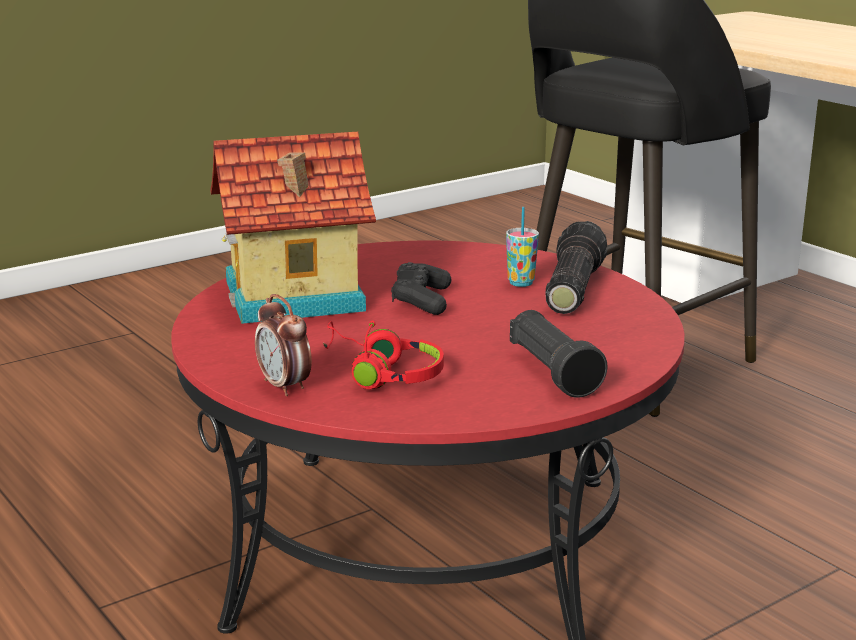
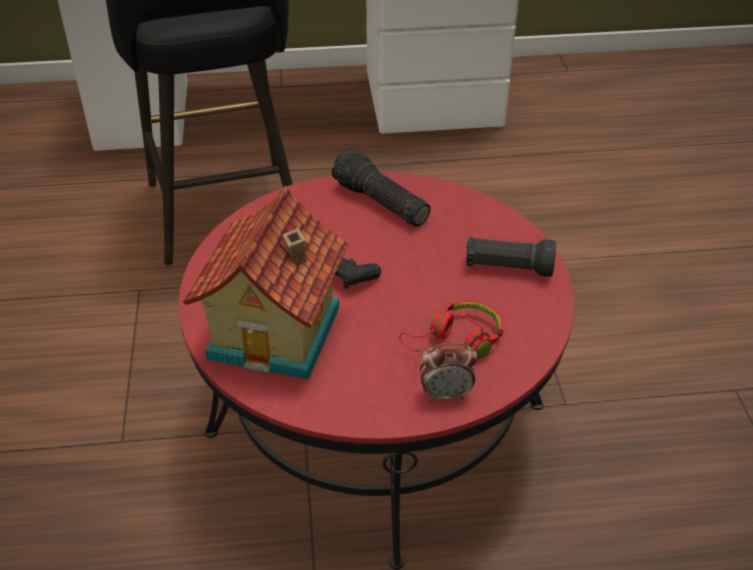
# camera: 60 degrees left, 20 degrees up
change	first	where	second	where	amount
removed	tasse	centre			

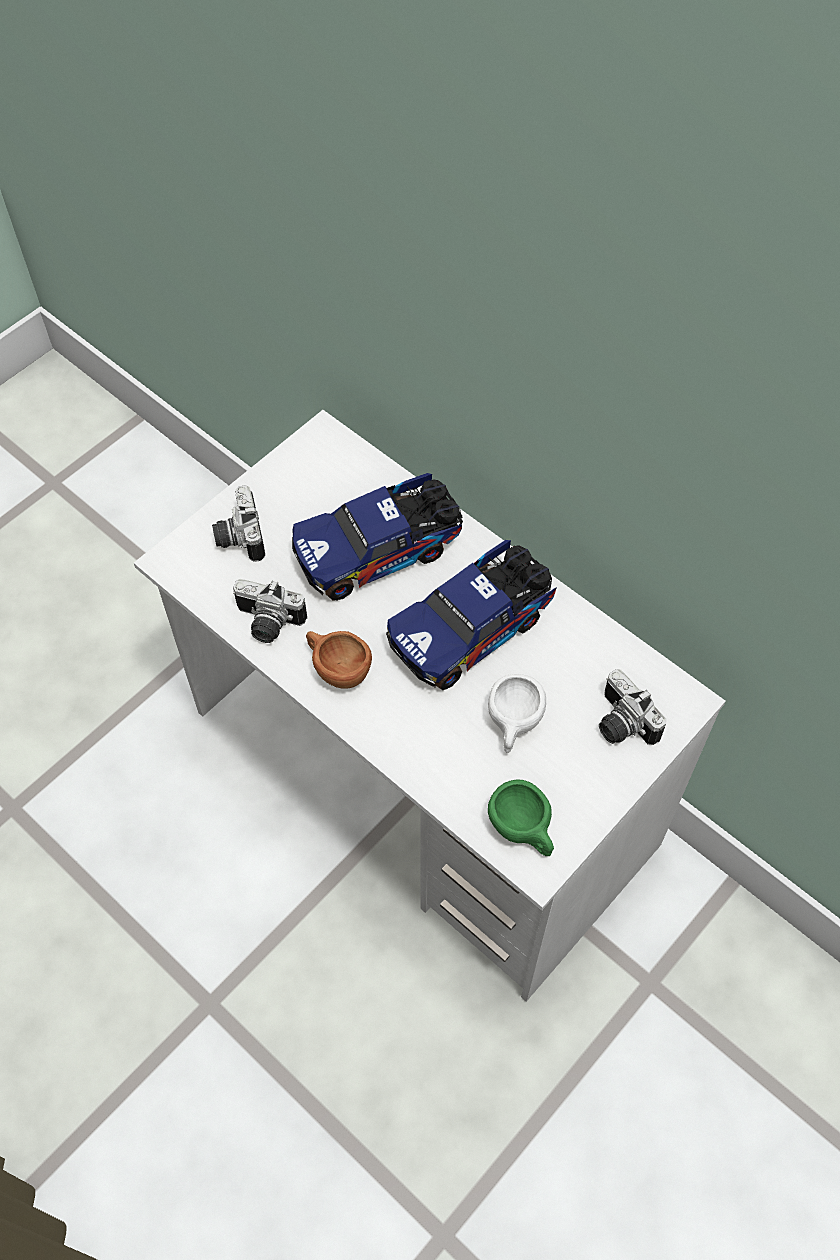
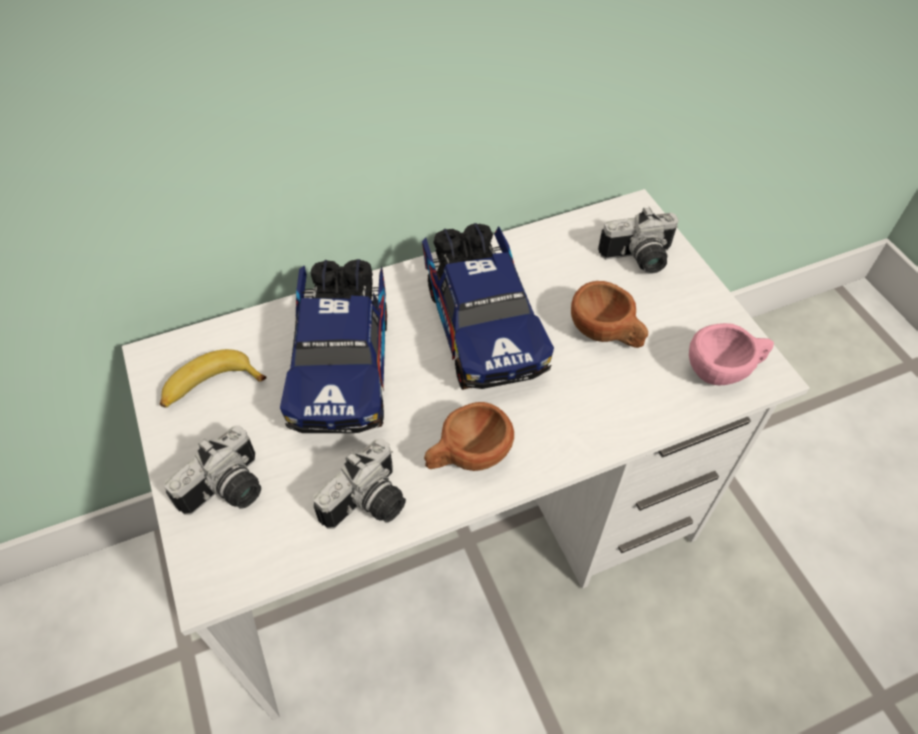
# camera: 65 degrees left, 5 degrees down
change	first	where	second	where	amount
turned	appareil photo (1st from left)	middle left		middle left	60 degrees counterclockwise
recoloured	tasse/blanc	centre	tasse/marron (2nd from left)	centre	
recoloured	tasse/vert	centre	tasse/rose	middle right	
added			banane	middle left	

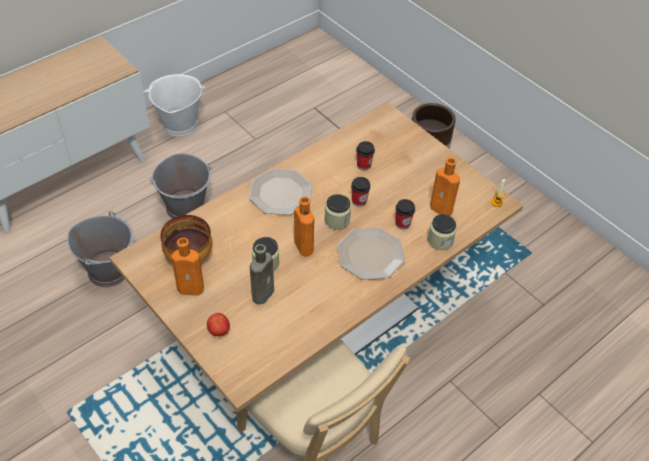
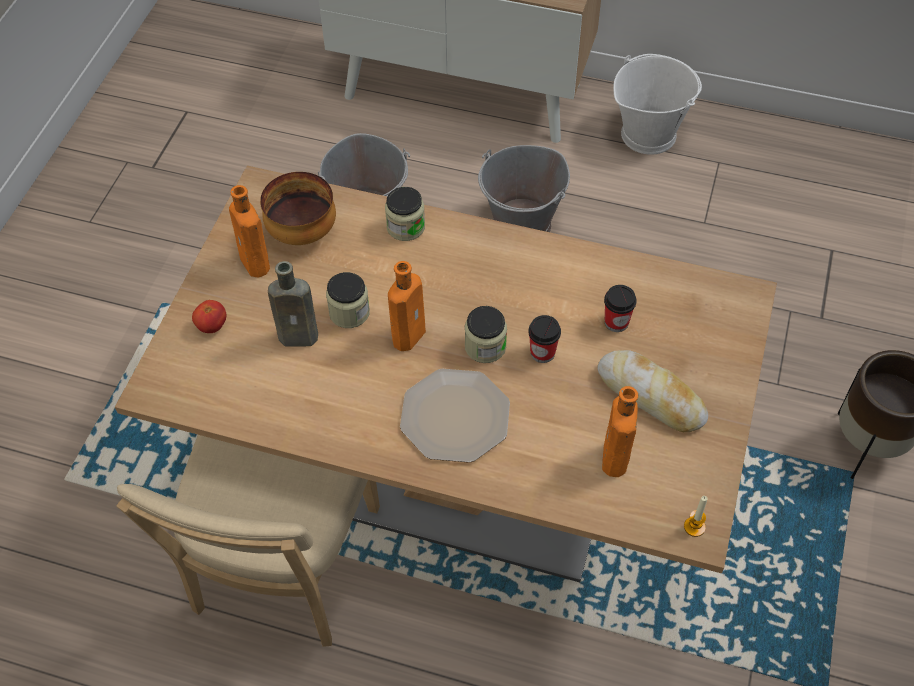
# camera: 60 degrees right, 5 degrees up
change	first	where	second	where	amount
removed	assiette (1st from left)	centre			
removed	tasse (3rd from left)	centre			
moved	bocal (3rd from left in the first image)	middle right	bocal (2nd from left)	top centre	
added			pain	middle right	

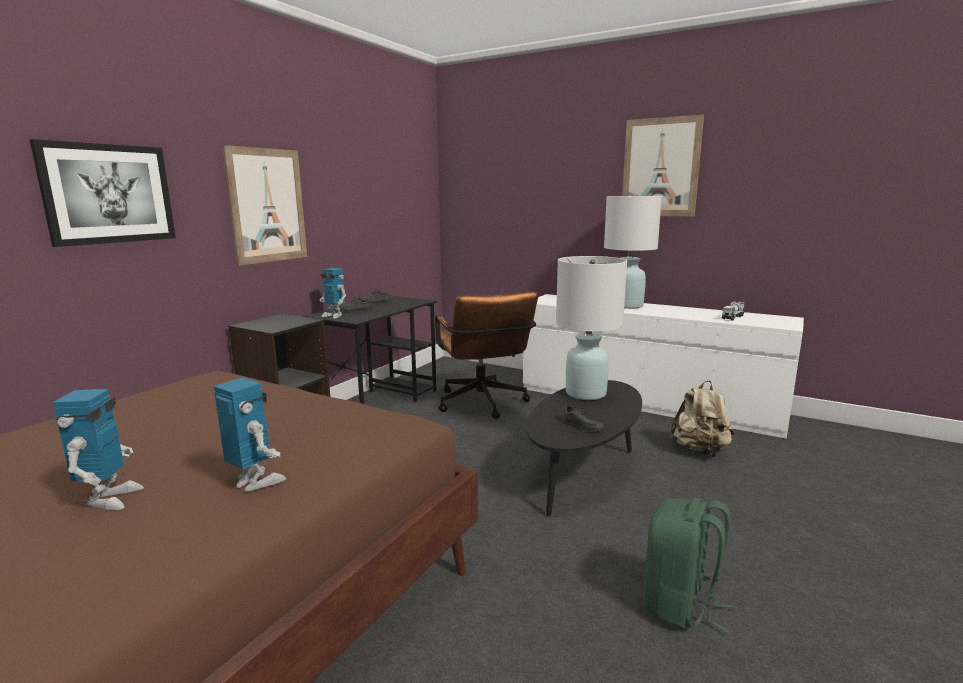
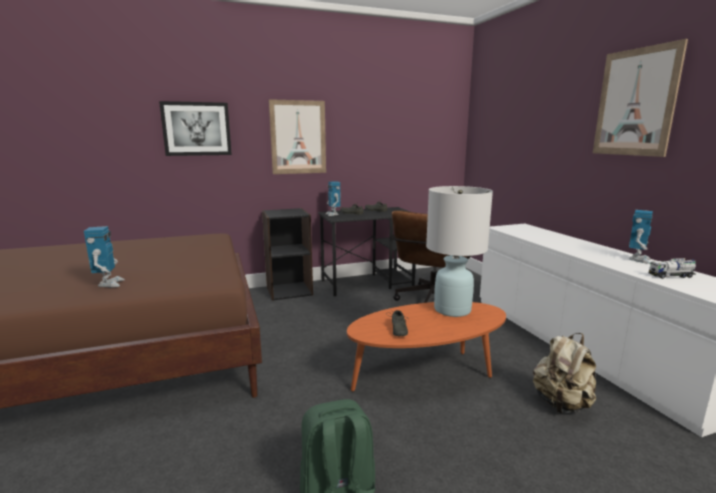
# camera: 40 degrees right, 0 degrees up
change	first	where	second	where	amount
moved	robot jouet (1st from left in the first image)	middle left	robot jouet (3rd from left)	middle right	
recoloured	table basse/noir	centre	table basse/orange	bottom centre	
removed	lampe de table/blanc (2nd from left)	centre			

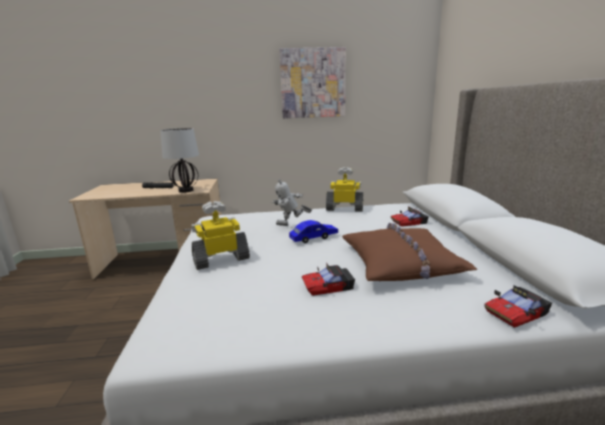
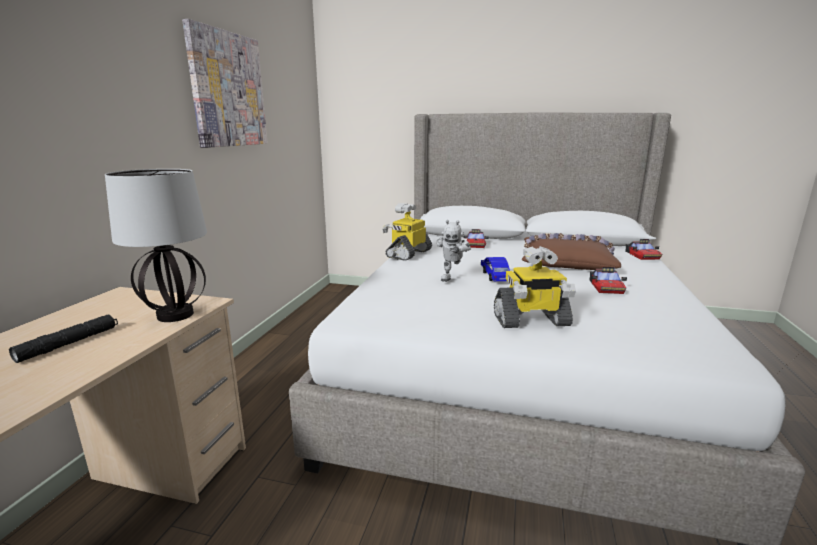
# camera: 70 degrees left, 0 degrees up
change	first	where	second	where	amount
turned	robot jouet (1st from left in the first image)	centre	robot jouet (3rd from left)	centre	90 degrees counterclockwise

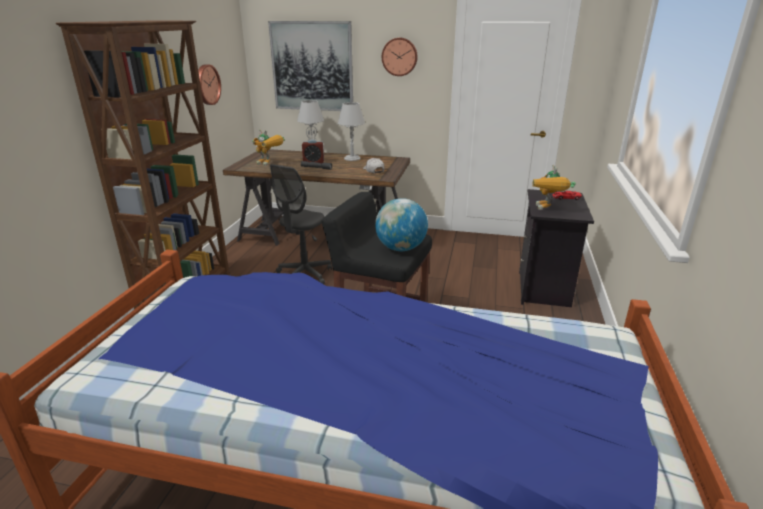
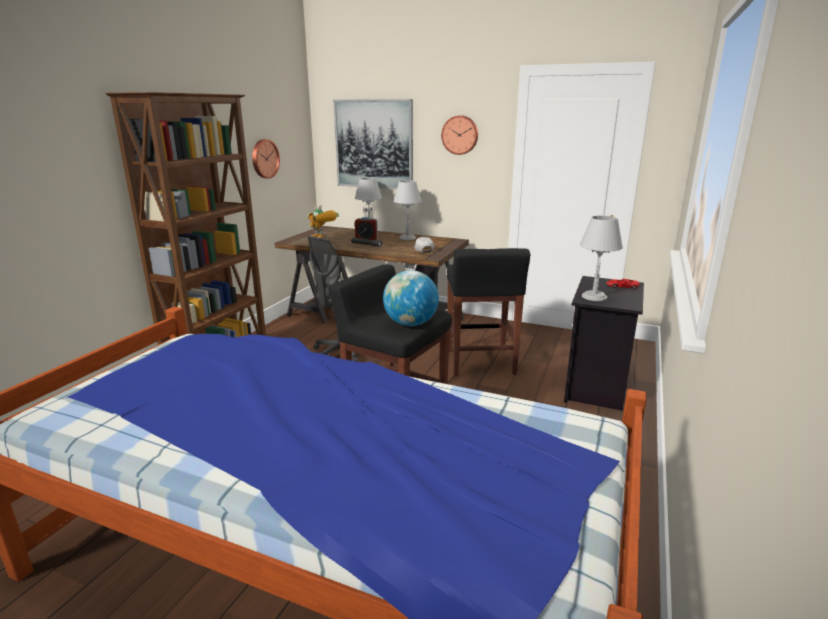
# camera: 10 degrees right, 5 degrees down
change	first	where	second	where	amount
replaced	robot jouet (2nd from left)	middle right	lampe de table/gris (3rd from left)	middle right	
added			tabouret/noir (2nd from left)	centre	

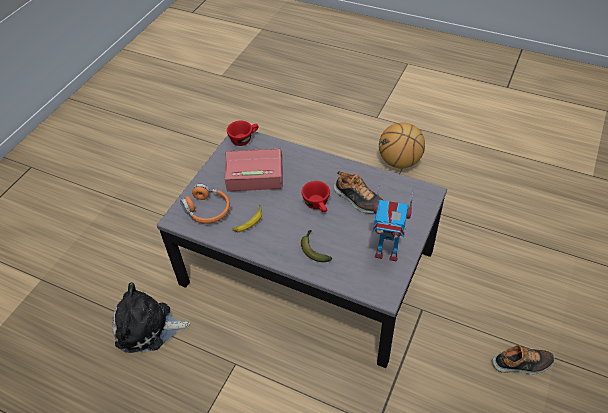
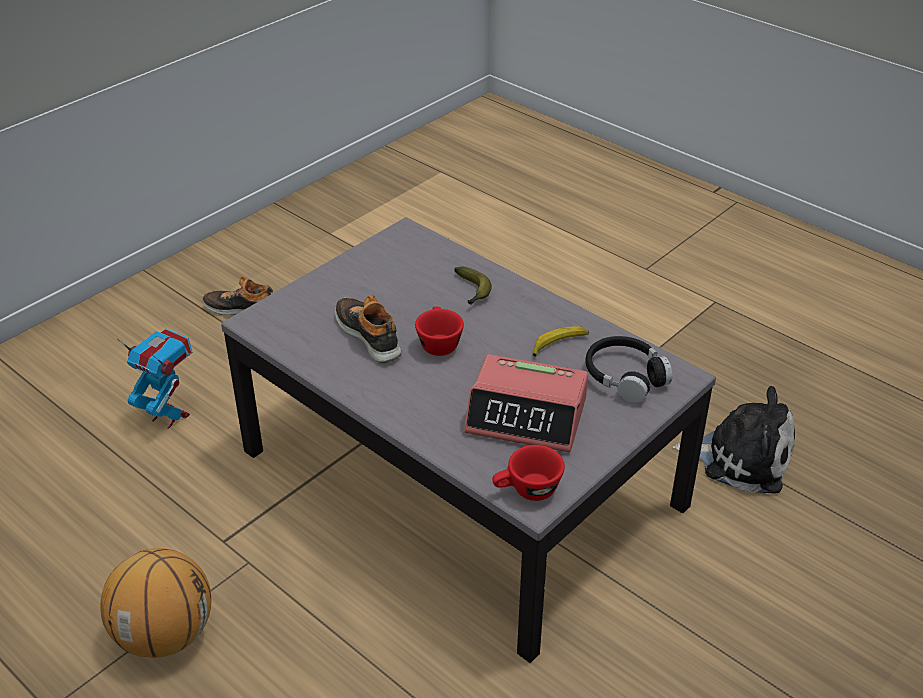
# camera: 165 degrees left, 10 degrees down
change	first	where	second	where	amount
recoloured	casque audio/orange	centre	casque audio/noir	middle right	
moved	robot jouet	centre		middle left	

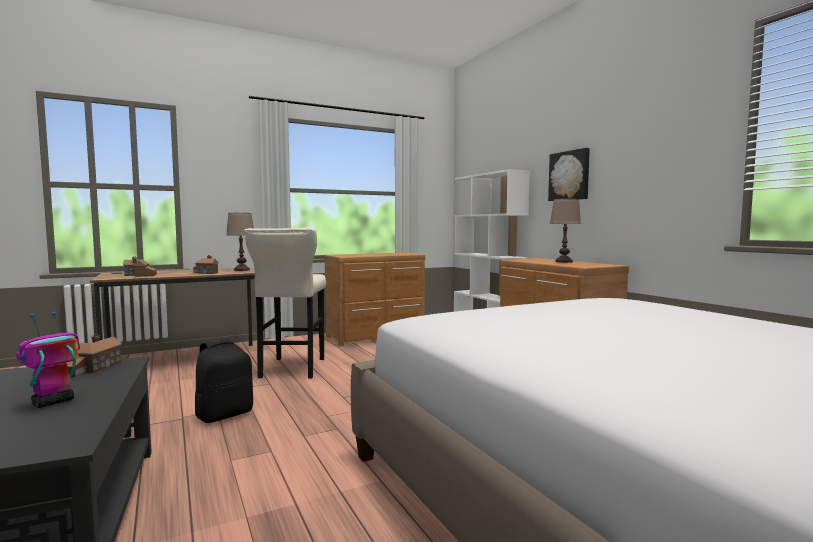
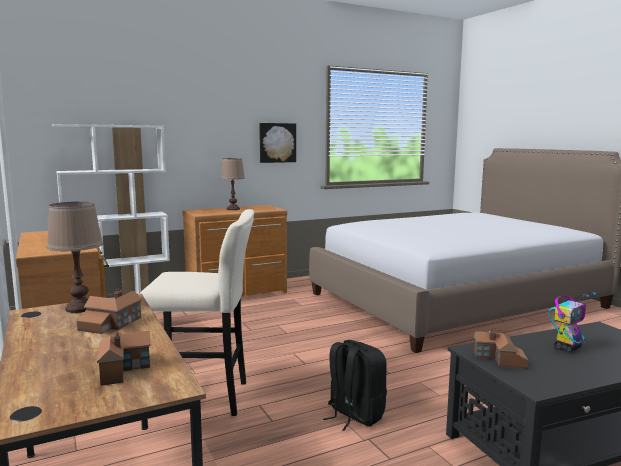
# camera: 90 degrees left, 5 degrees up
change	first	where	second	where	amount
turned	robot jouet	middle left		bottom right	75 degrees counterclockwise
moved	tableau	top right		top centre	

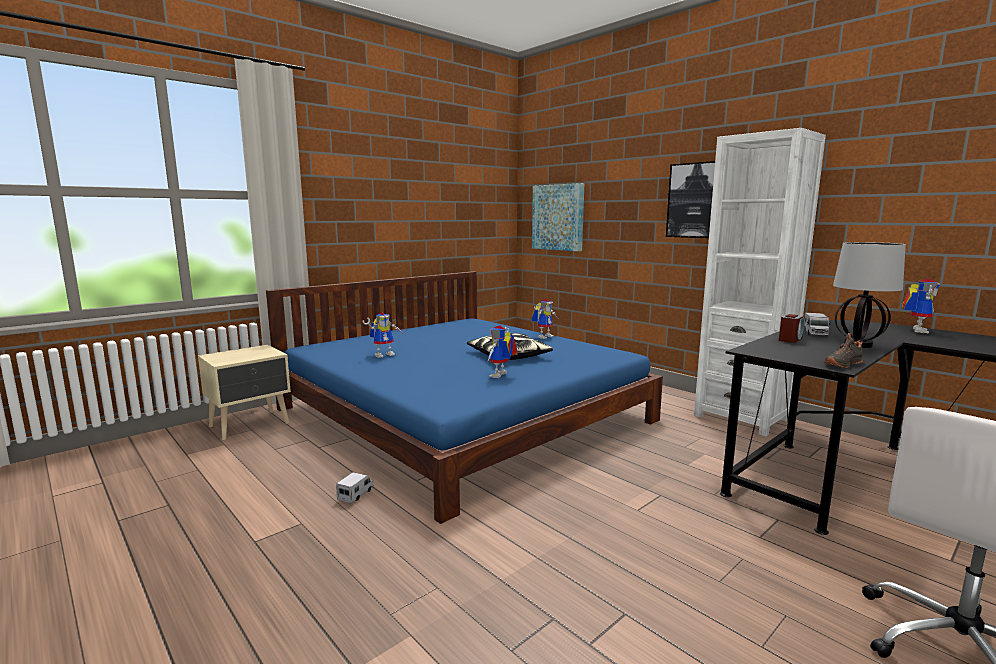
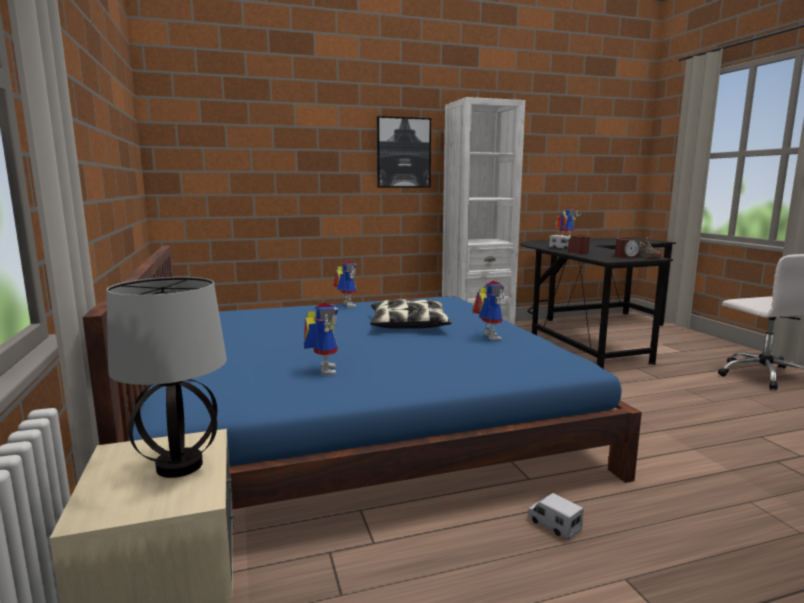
# camera: 65 degrees left, 0 degrees up
change	first	where	second	where	amount
turned	robot jouet (2nd from left in the first image)	centre	robot jouet (3rd from left)	centre	150 degrees counterclockwise
removed	tableau (1st from left)	top centre			
moved	lampe de table	middle right		middle left	
added			réveil (2nd from left)	middle right	

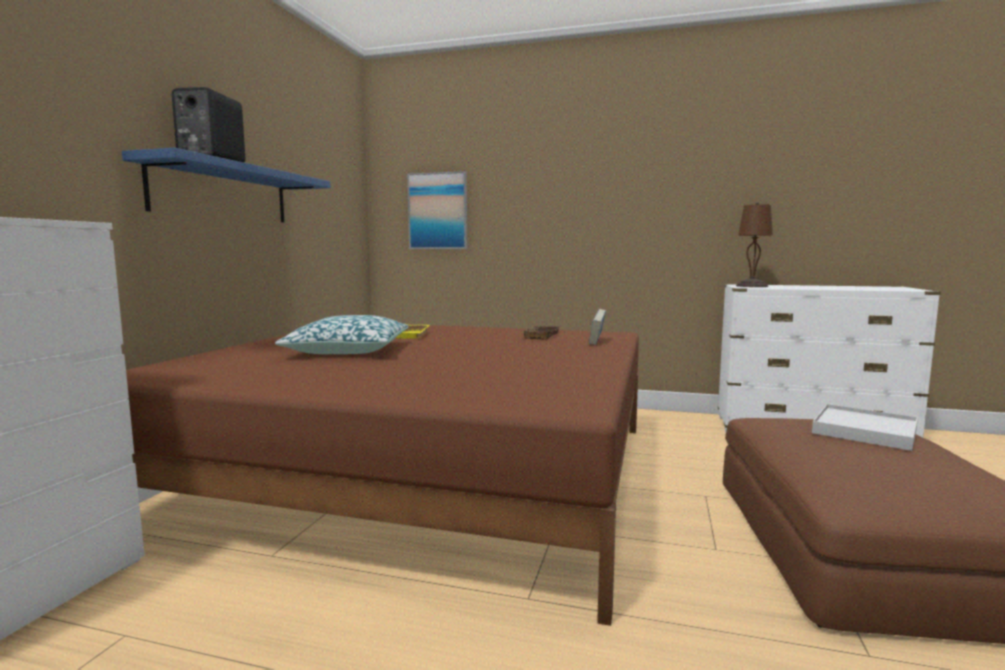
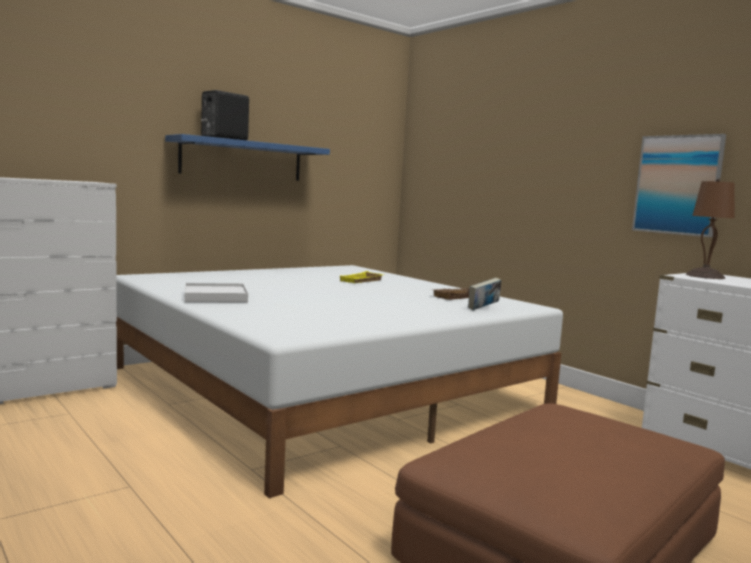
# camera: 35 degrees right, 0 degrees up
change	first	where	second	where	amount
recoloured	lit/marron	bottom centre	lit/blanc	bottom centre	
removed	coussin	centre			
moved	tableau	top centre		top right	
moved	plateau/blanc	middle right		middle left	

